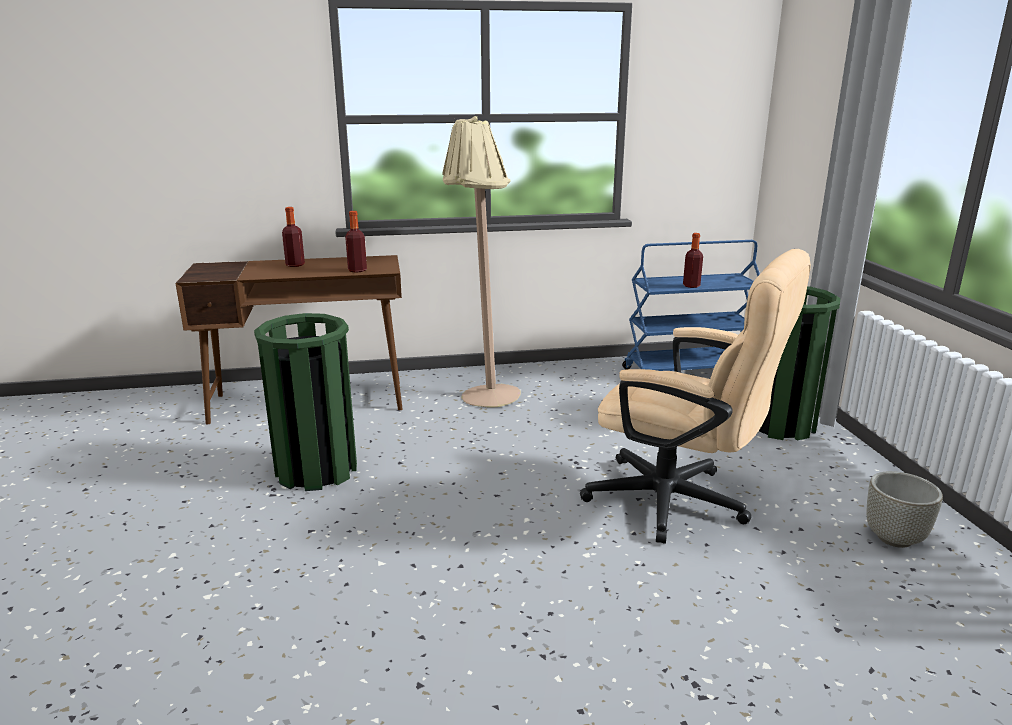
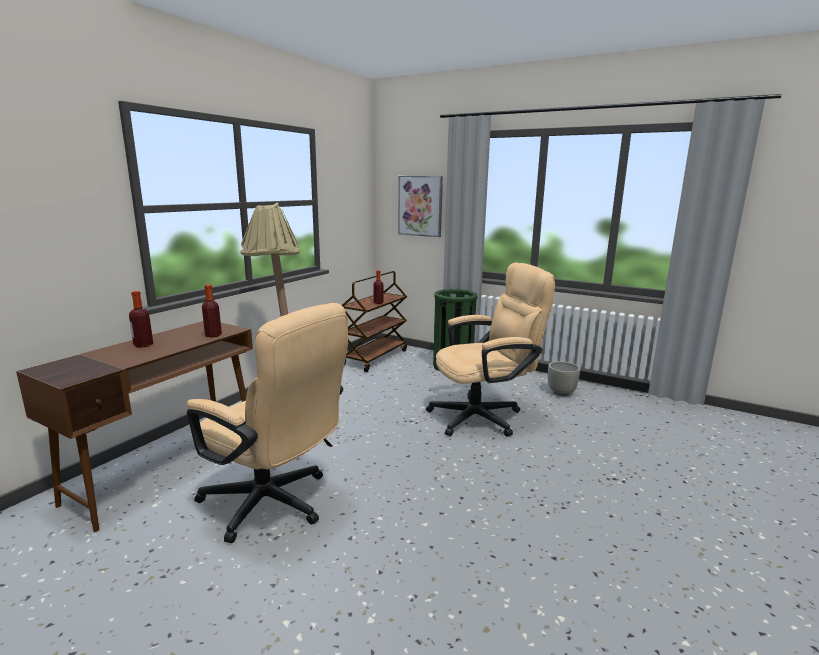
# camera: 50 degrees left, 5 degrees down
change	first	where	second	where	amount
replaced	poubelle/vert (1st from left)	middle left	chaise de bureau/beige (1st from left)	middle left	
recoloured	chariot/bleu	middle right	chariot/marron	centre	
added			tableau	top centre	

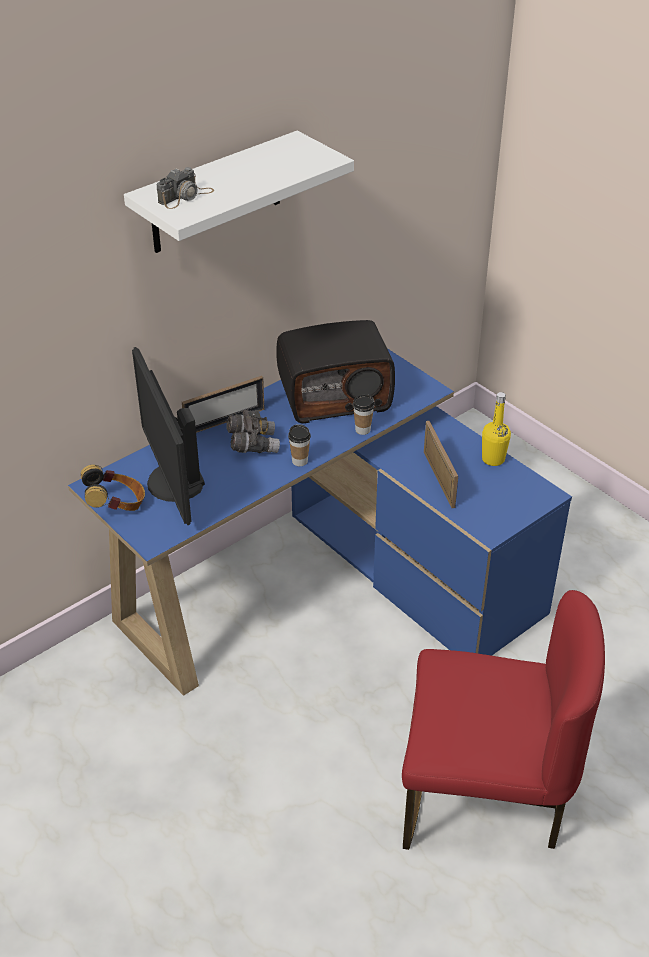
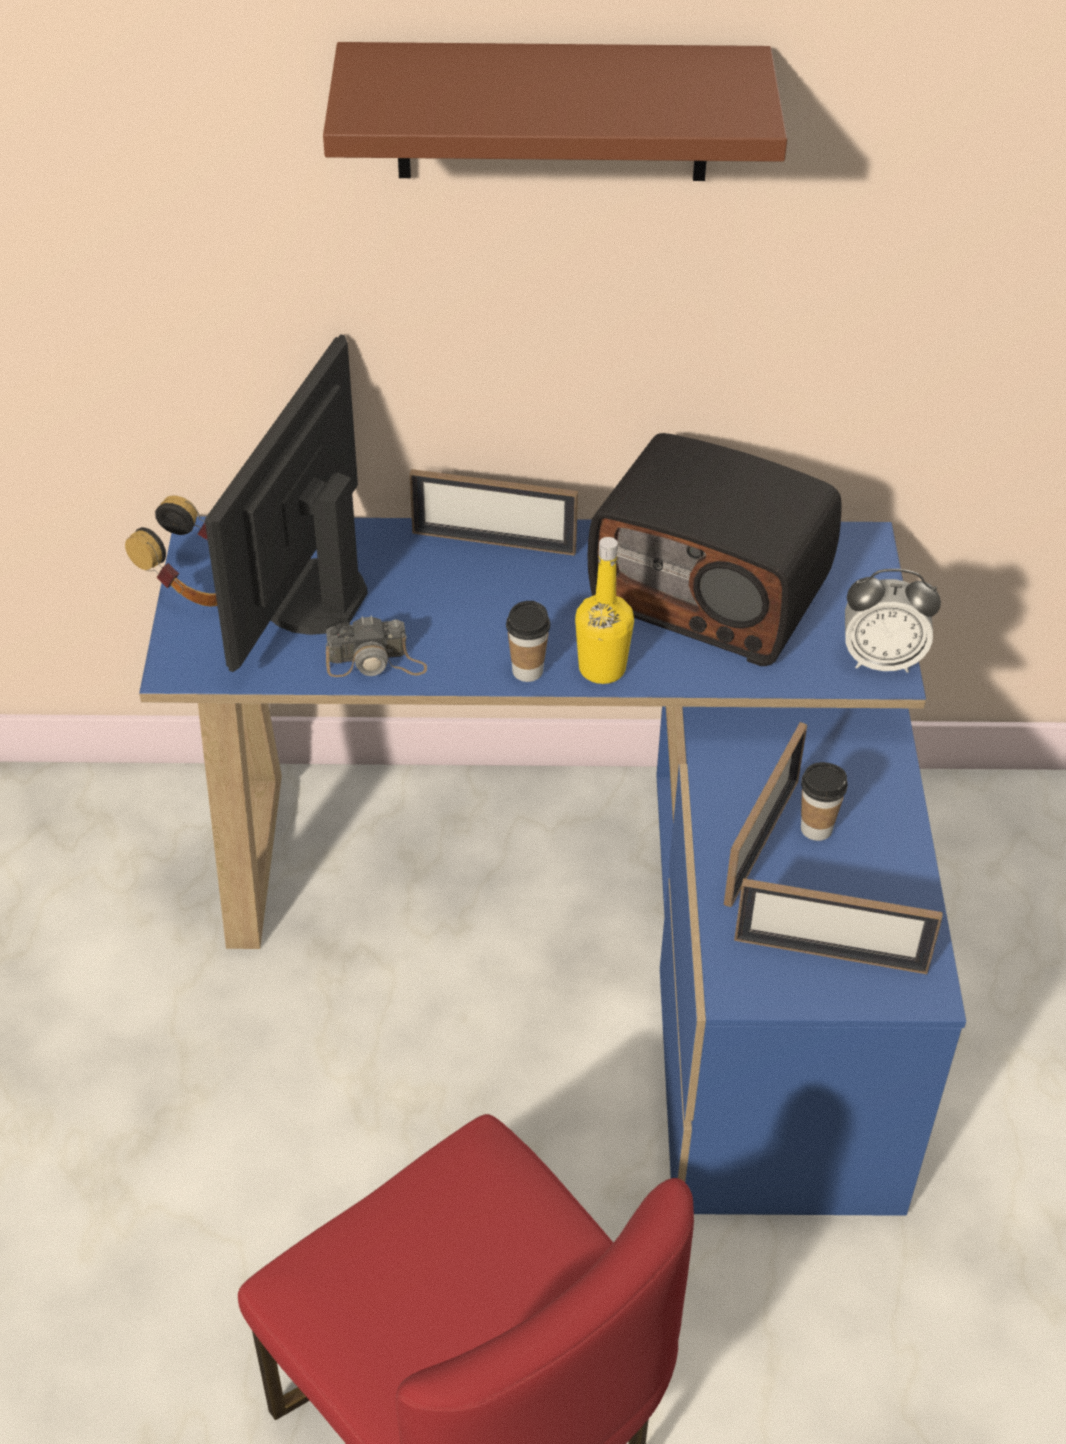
# camera: 40 degrees right, 5 degrees up
change	first	where	second	where	amount
recoloured	étagère/blanc	top centre	étagère/marron	top centre	
moved	appareil photo	top left		centre	
removed	jumelles/gris	centre			
moved	tasse (2nd from left)	centre		middle right	
moved	bouteille/jaune	middle right		centre	
added			cadre photo (3rd from left)	middle right	
added			réveil	middle right	

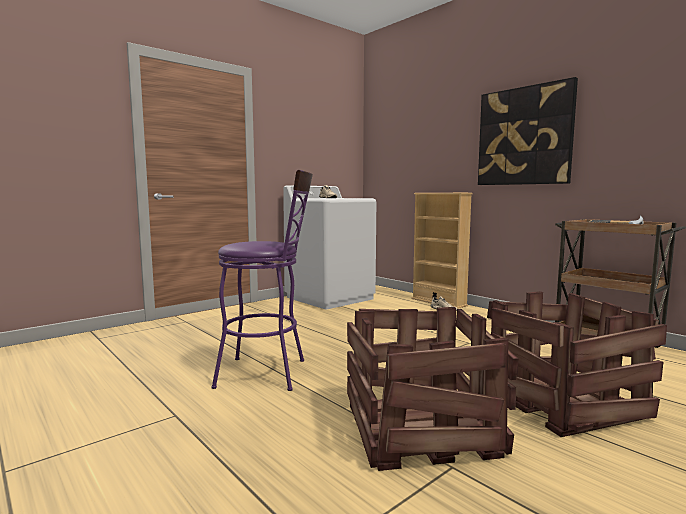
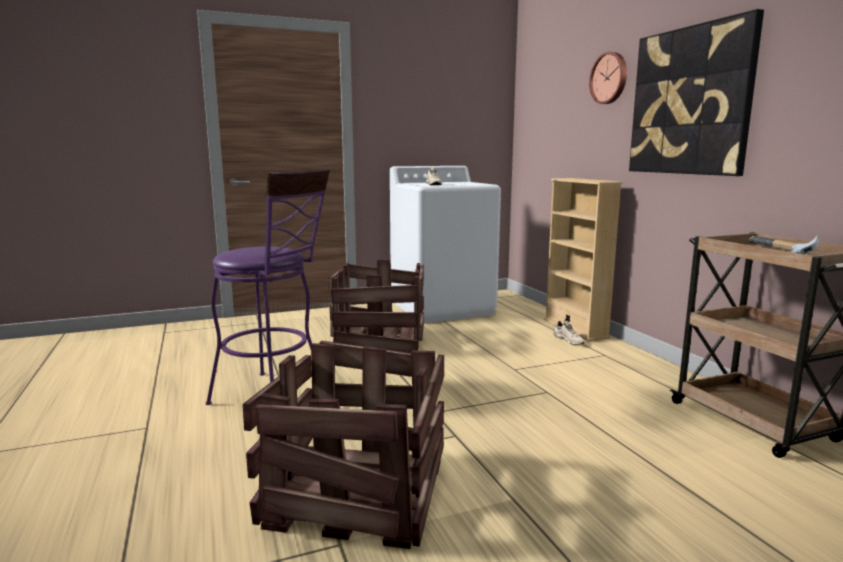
# camera: 20 degrees right, 5 degrees up
change	first	where	second	where	amount
moved	caisse (2nd from left)	bottom right		centre	
added			horloge murale	top right	

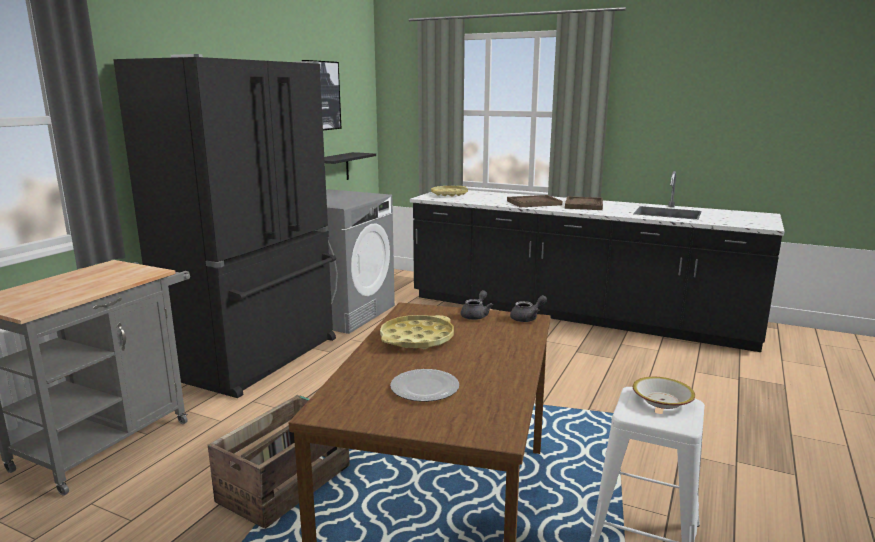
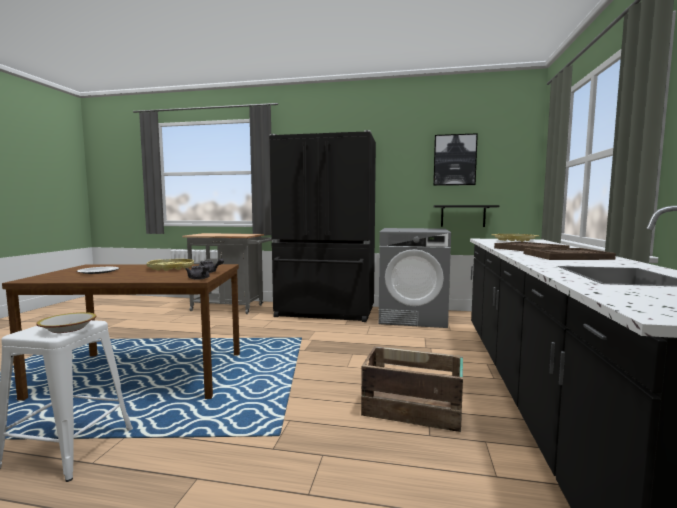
# camera: 75 degrees right, 10 degrees down
change	first	where	second	where	amount
moved	caisse	bottom left		bottom centre	

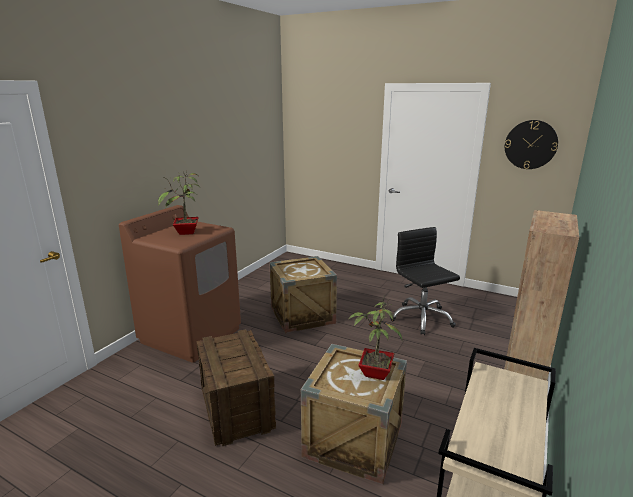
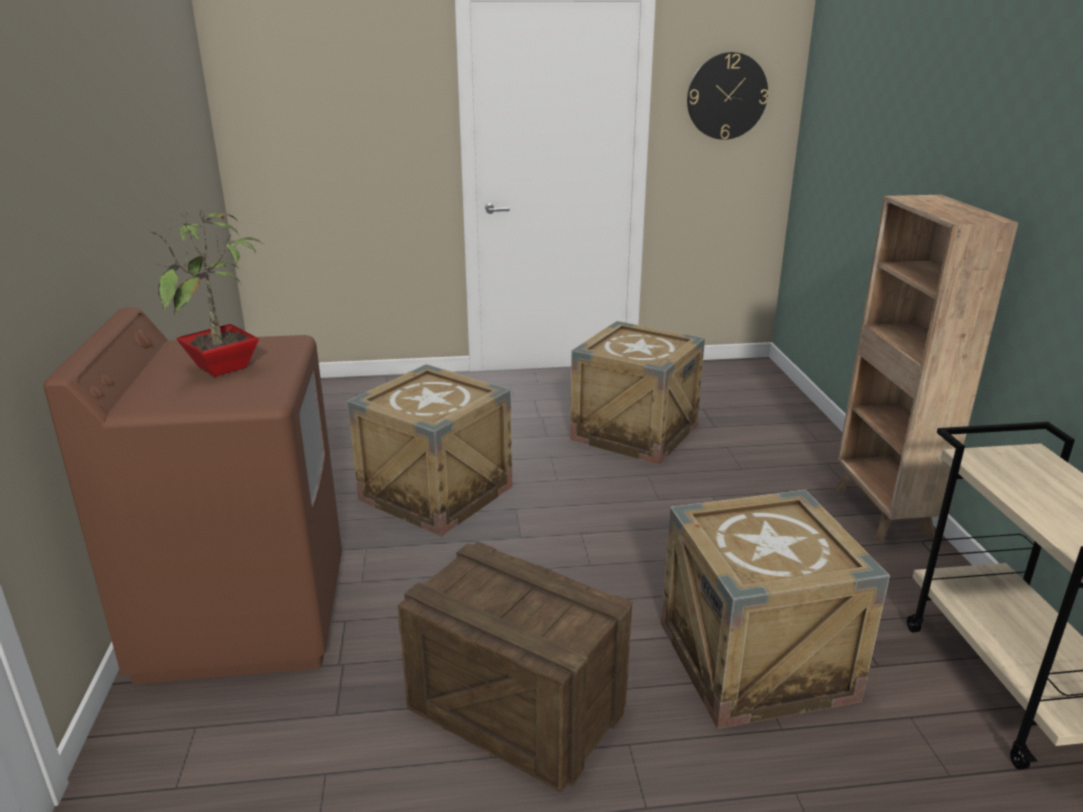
# camera: 35 degrees left, 5 degrees up
change	first	where	second	where	amount
removed	plante en pot (2nd from left)	bottom centre			
replaced	chaise de bureau/noir	middle right	caisse (3rd from left)	centre	

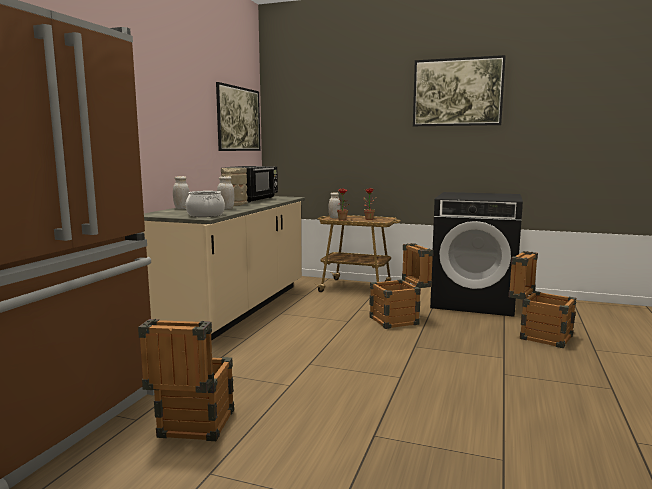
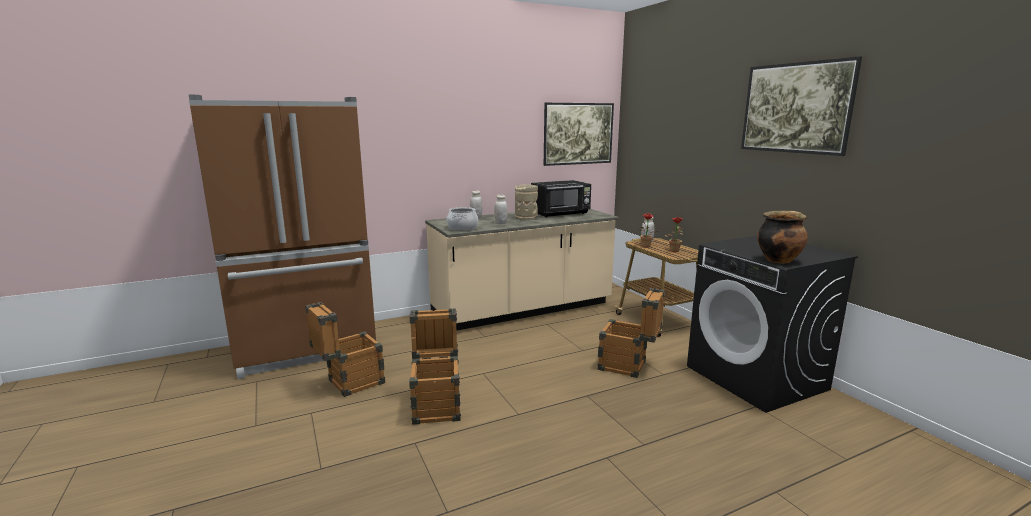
# camera: 45 degrees right, 5 degrees up
change	first	where	second	where	amount
moved	caisse (3rd from left in the first image)	middle right	caisse (2nd from left)	bottom centre	
added			marmite (2nd from left)	middle right	

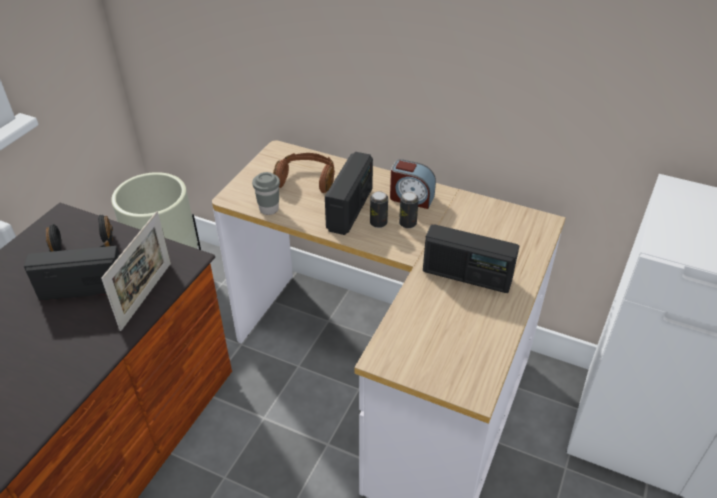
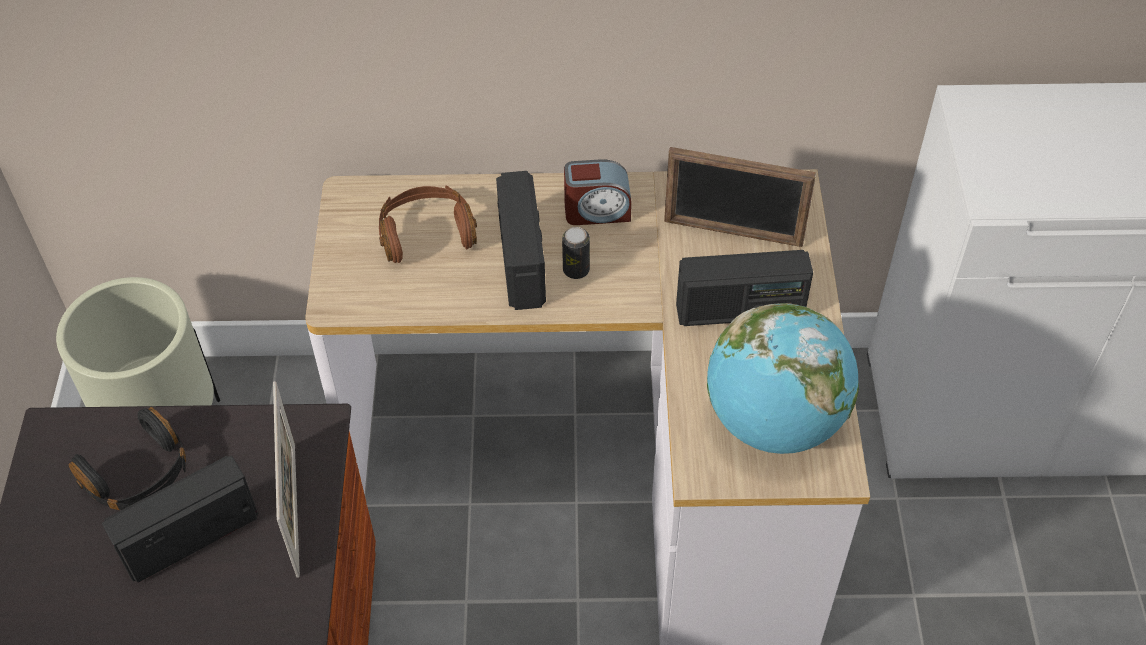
# camera: 25 degrees left, 10 degrees up
change	first	where	second	where	amount
removed	tasse/gris	centre			
removed	boîte métallique (2nd from left)	centre			
added			cadre photo (2nd from left)	top centre	
added			globe	middle right	

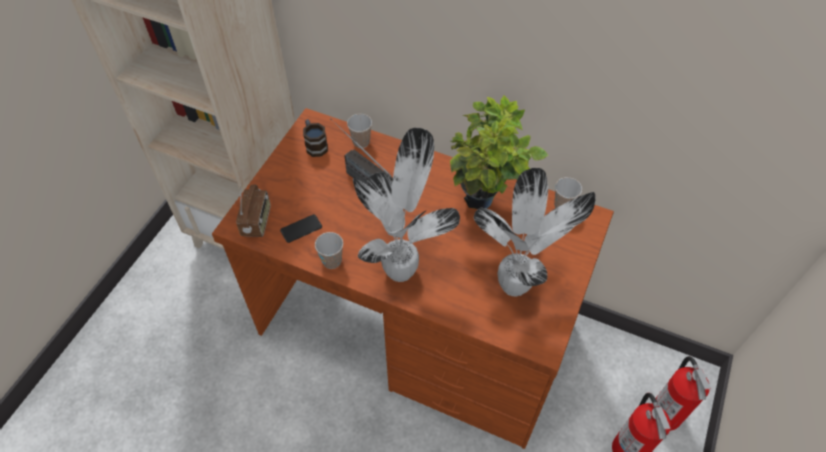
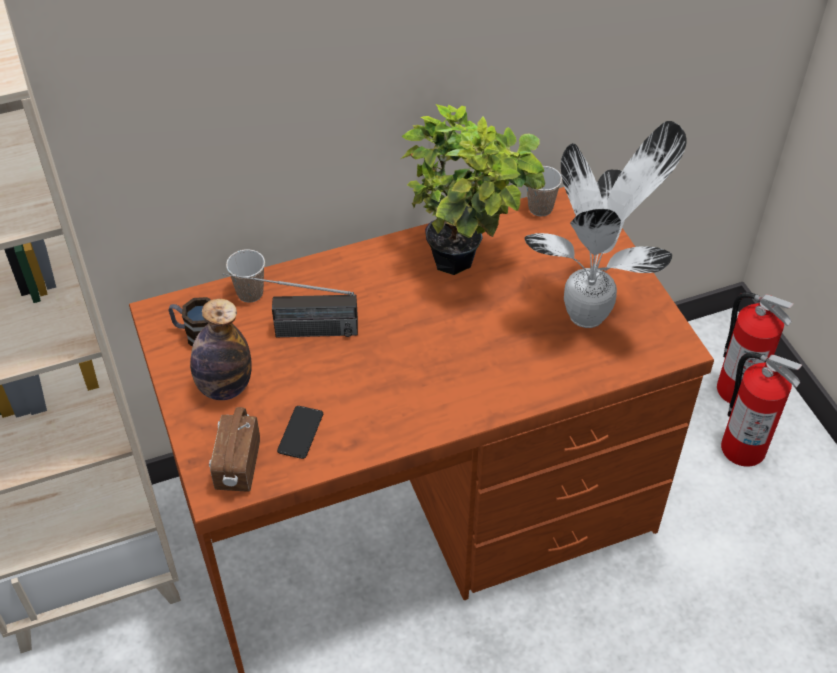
# camera: 45 degrees left, 5 degrees down
change	first	where	second	where	amount
turned	radio (1st from left)	middle left		bottom left	135 degrees counterclockwise
removed	tasse (1st from left)	centre			
removed	plante en pot (1st from left)	centre			
added			bouteille	middle left	

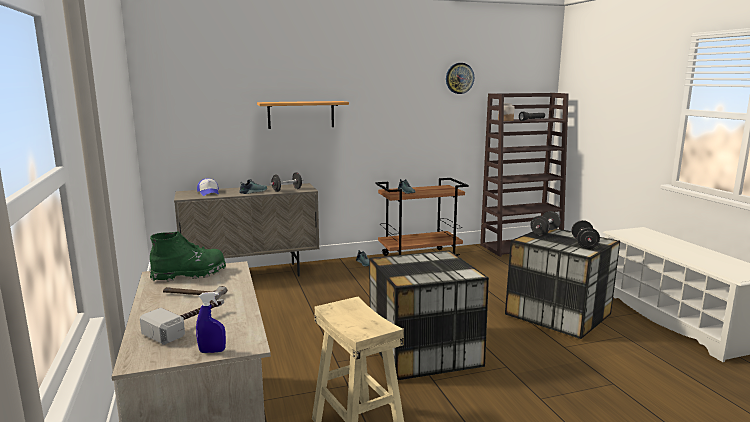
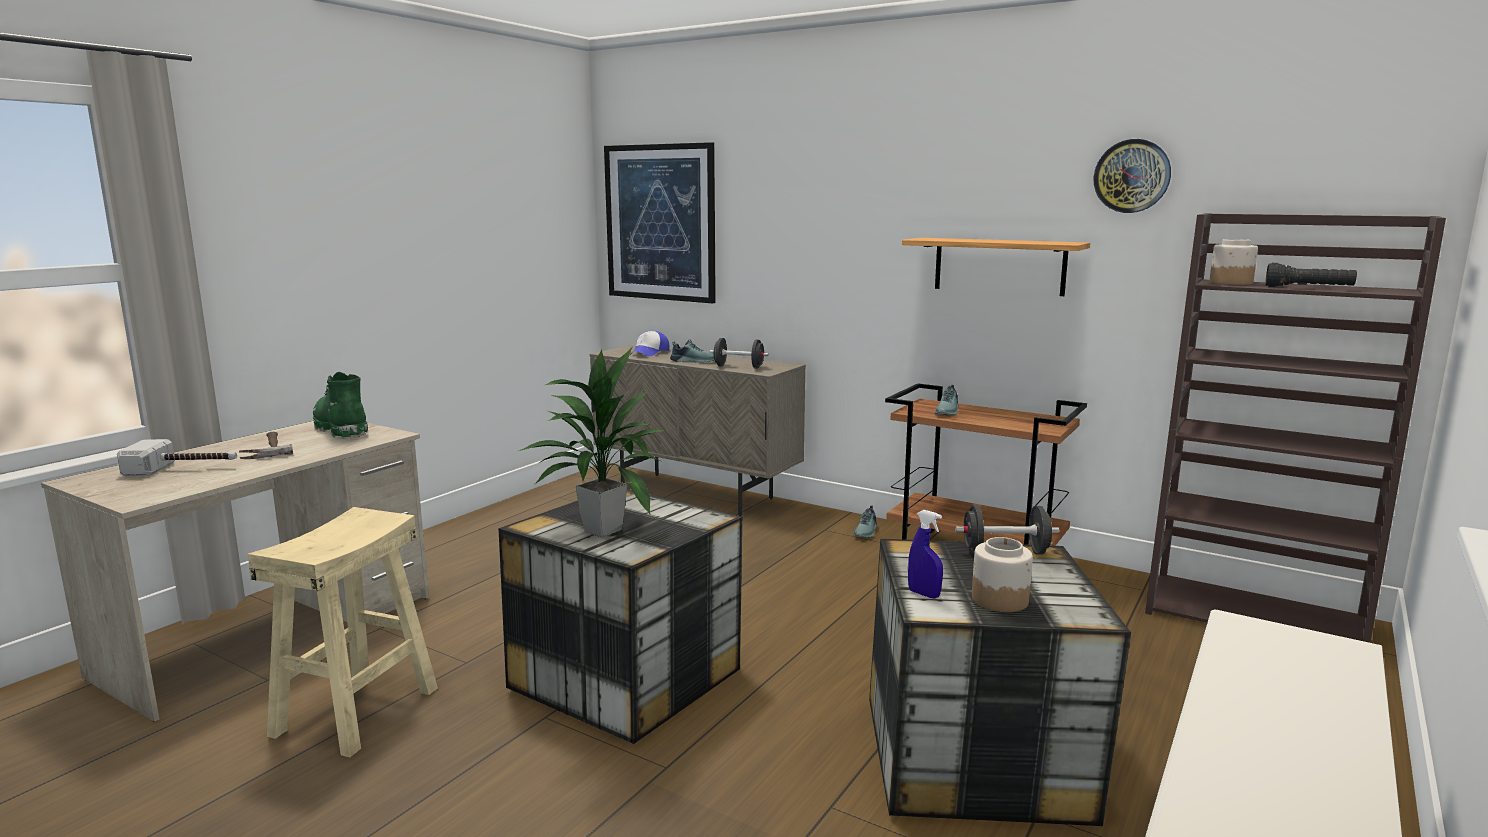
# camera: 50 degrees right, 0 degrees up
change	first	where	second	where	amount
turned	botte/vert	middle left		middle left	150 degrees counterclockwise
moved	vaporisateur/bleu	bottom left		centre	
moved	étagère	top centre		top right	
replaced	haltère/noir (3rd from left)	middle right	bocal (1st from left)	bottom right	
added			plante en pot	centre	
added			tableau	top centre	

